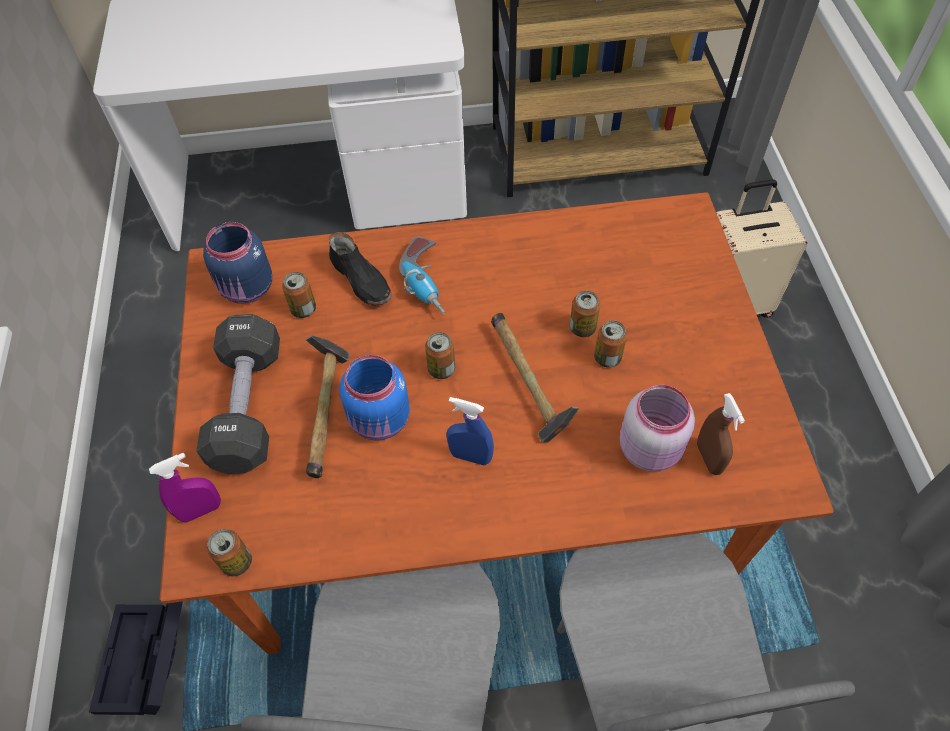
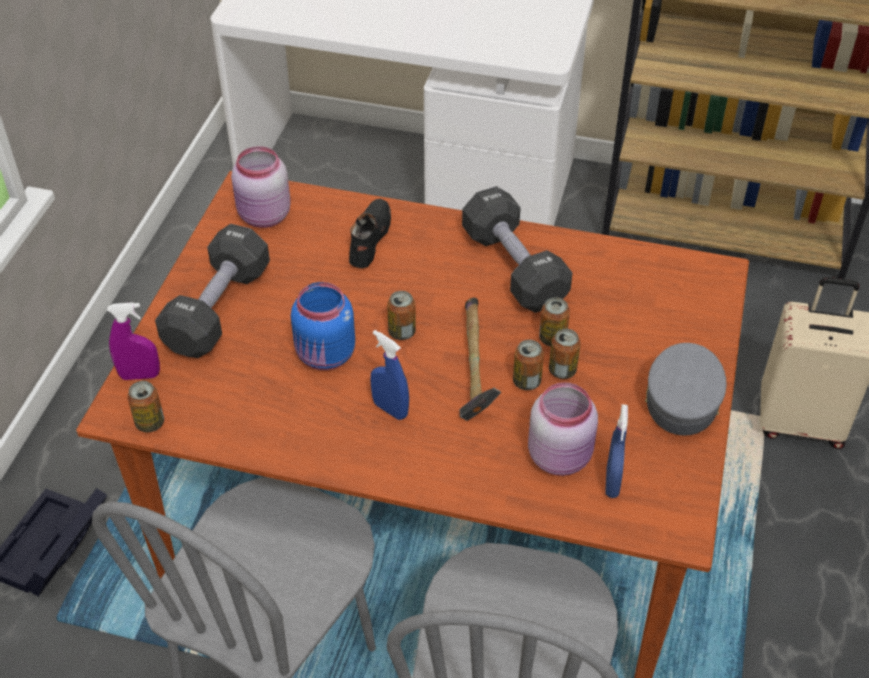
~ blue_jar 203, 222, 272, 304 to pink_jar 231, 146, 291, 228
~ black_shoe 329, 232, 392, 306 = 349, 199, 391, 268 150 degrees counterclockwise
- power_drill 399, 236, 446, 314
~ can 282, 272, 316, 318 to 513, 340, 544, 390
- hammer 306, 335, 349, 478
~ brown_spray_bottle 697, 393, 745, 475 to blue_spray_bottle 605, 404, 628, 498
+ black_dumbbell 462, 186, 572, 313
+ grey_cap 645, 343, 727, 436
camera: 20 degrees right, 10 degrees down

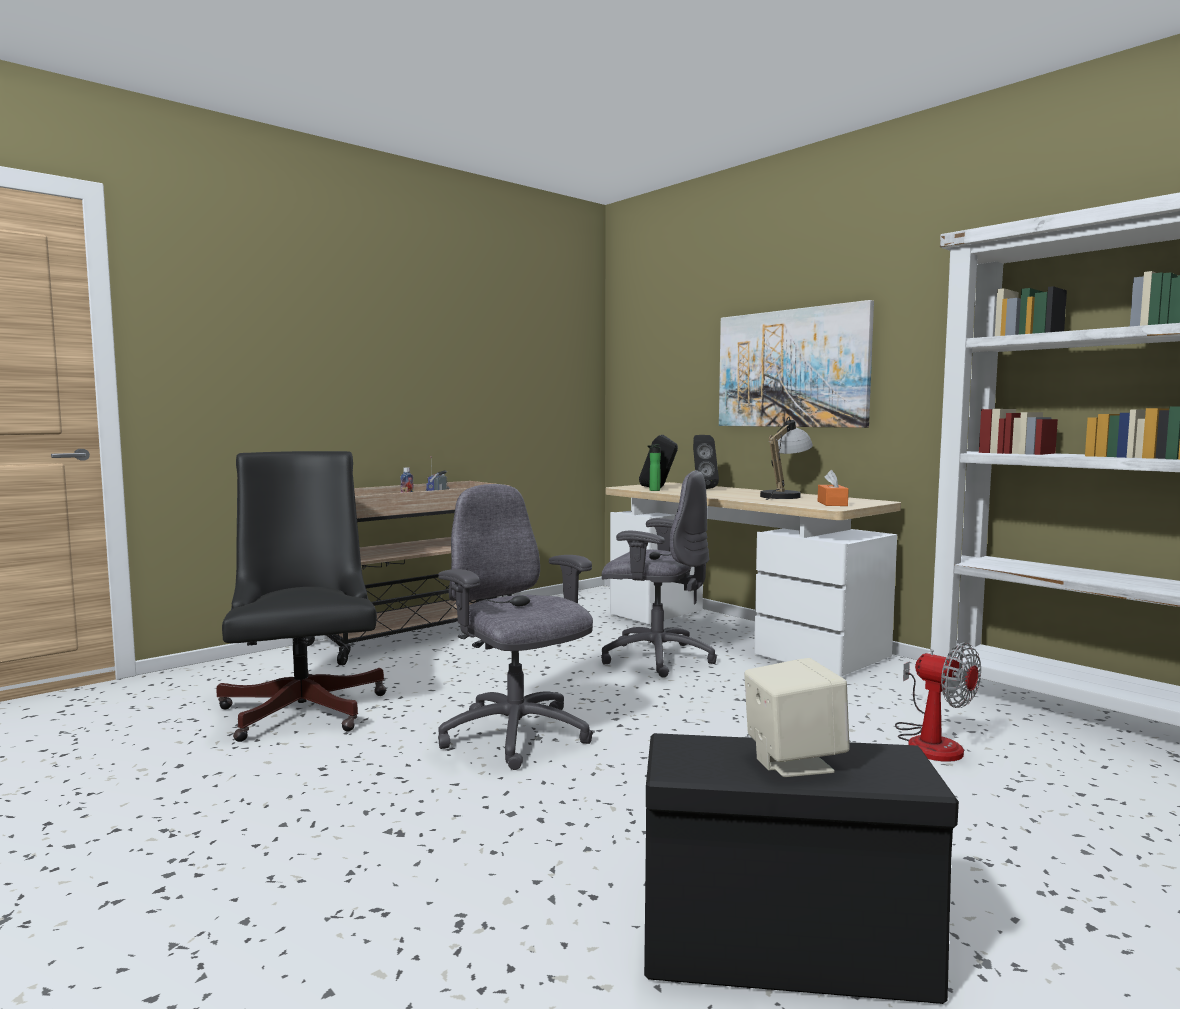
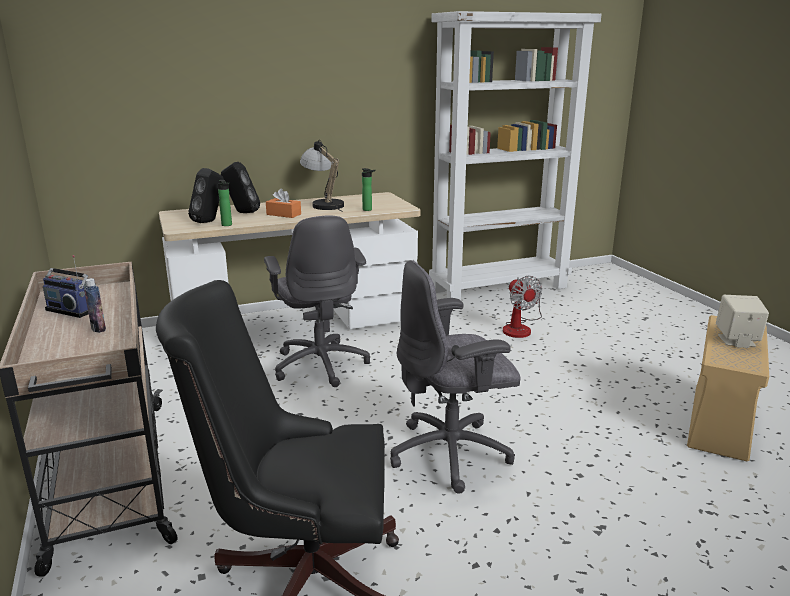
- picture 719, 300, 874, 428
~ grey_office_chair 601, 470, 717, 678 = 264, 215, 370, 387 120 degrees clockwise
~ orange_tissue_box 818, 470, 849, 506 to 266, 188, 301, 218
~ fan 895, 643, 981, 762 = 503, 276, 542, 338 90 degrees clockwise
~ black_storage_box 644, 733, 959, 1004 to beige_storage_box 687, 315, 769, 461
+ bottle 362, 168, 376, 211
camera: 70 degrees left, 15 degrees up

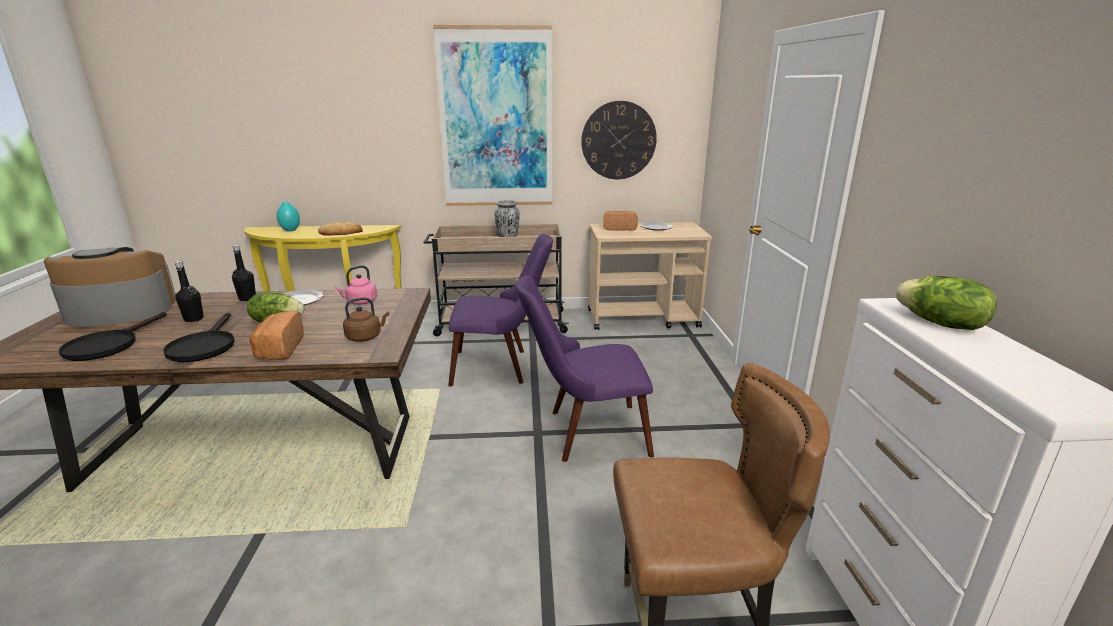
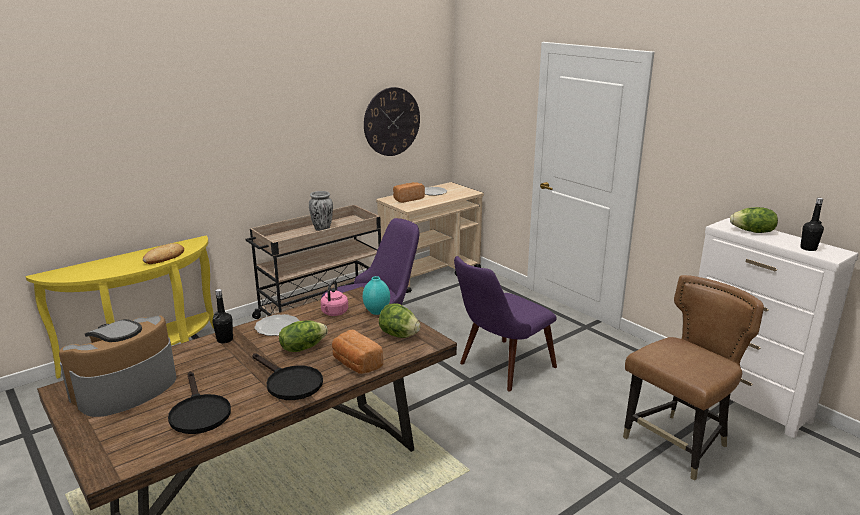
- picture 433, 25, 552, 206
~ turquoise_vase 276, 201, 300, 231 to 363, 276, 390, 315
~ black_bottle 175, 261, 204, 322 to 800, 198, 824, 251
~ brown_kettle 343, 297, 389, 342 to lettuce 379, 303, 421, 338
camera: 35 degrees left, 0 degrees up

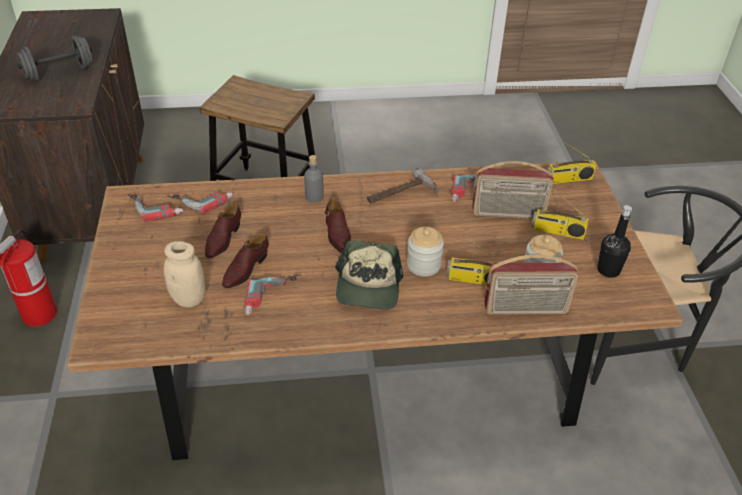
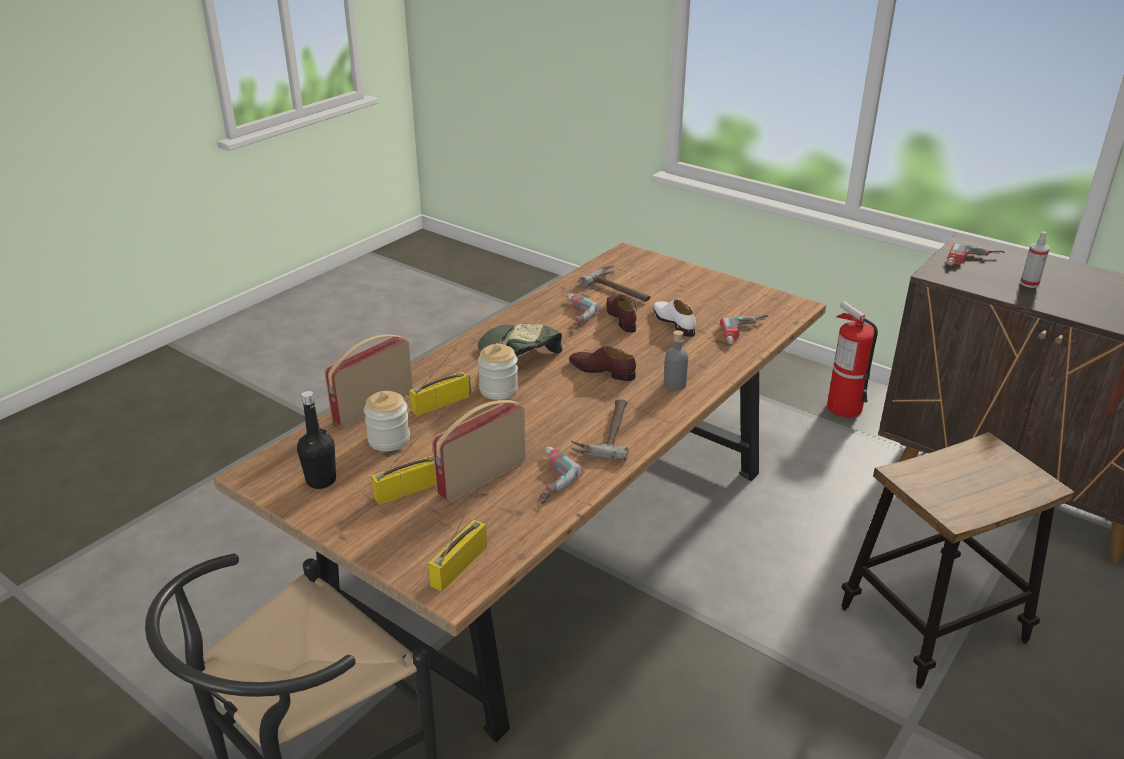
~ grey_dumbbell 17, 36, 93, 81 to spray_bottle 1020, 231, 1050, 288
~ power_drill 128, 193, 184, 222 to 947, 243, 1005, 265
~ brown_shoe 205, 203, 241, 258 to white_shoe 653, 299, 696, 337
~ beige_jar 164, 241, 206, 308 to hammer 579, 266, 651, 302
camera: 135 degrees right, 10 degrees down

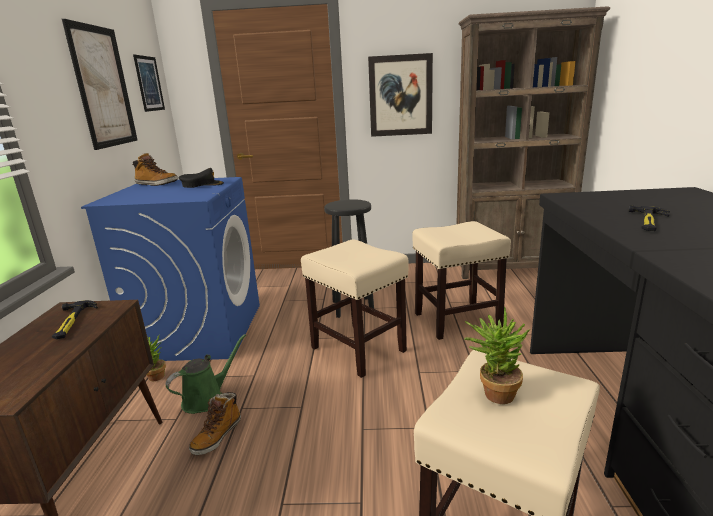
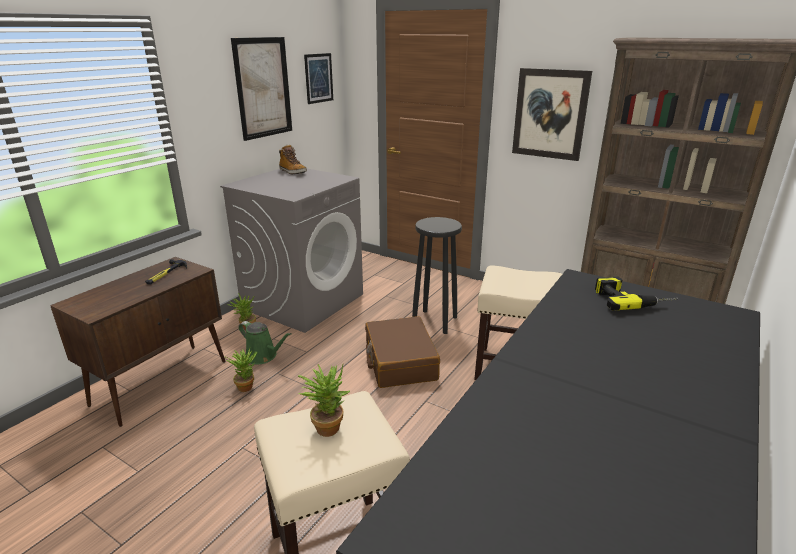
- black_cap 178, 168, 224, 188
~ blue_washing_machine 81, 177, 260, 361 to grey_washing_machine 220, 169, 363, 333
- hammer 629, 205, 670, 231
~ beige_stool 301, 239, 408, 378 to brown_suitcase 365, 316, 440, 388
~ green_watering_can 166, 334, 246, 414 = 238, 321, 292, 365 45 degrees clockwise
~ boot 189, 392, 241, 455 to potted_plant 226, 348, 257, 392
+ power_drill 595, 276, 679, 311
camera: 30 degrees right, 5 degrees up

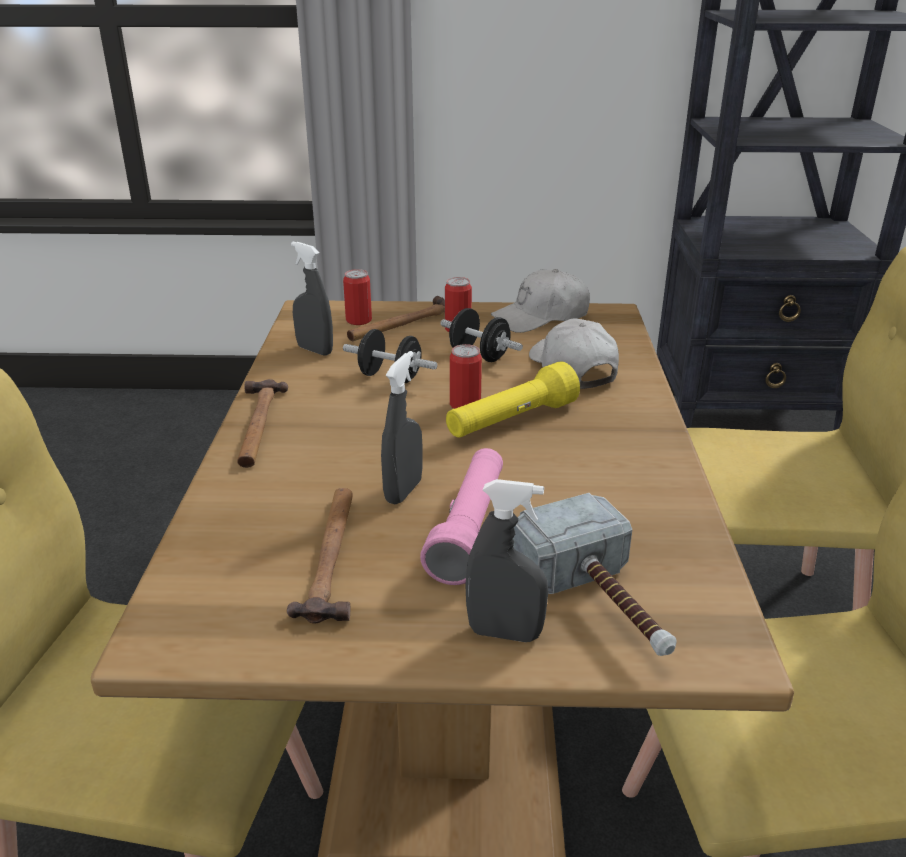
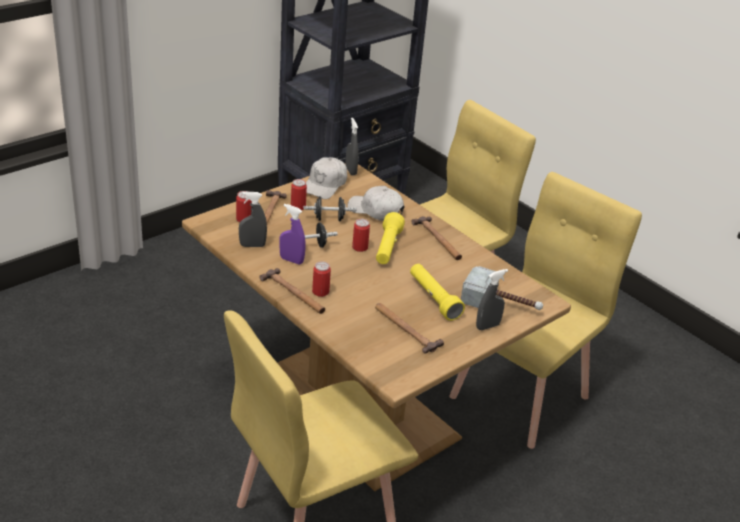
~ grey_spray_bottle 381, 351, 423, 504 to 346, 118, 358, 176
~ pink_flashlight 420, 448, 503, 585 to yellow_flashlight 410, 264, 465, 321
+ purple_spray_bottle 279, 204, 306, 264
+ hammer 412, 216, 462, 260
+ can 312, 262, 331, 297
camera: 45 degrees left, 5 degrees up

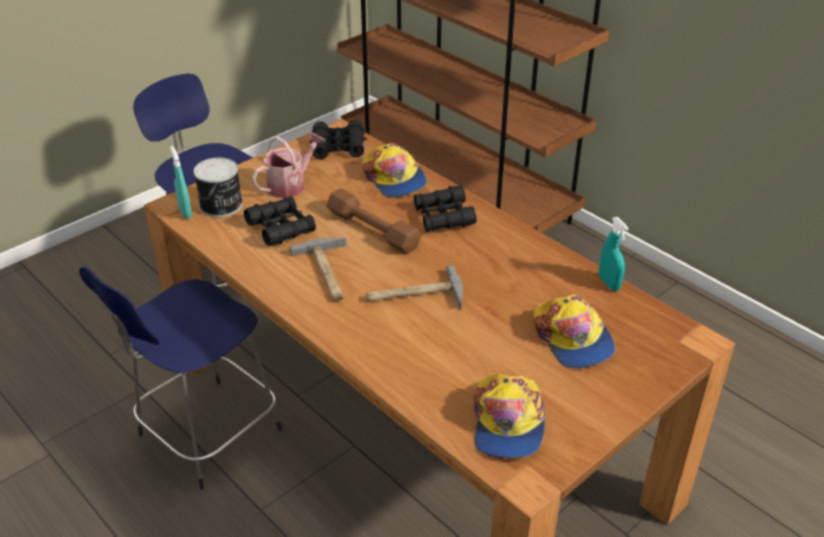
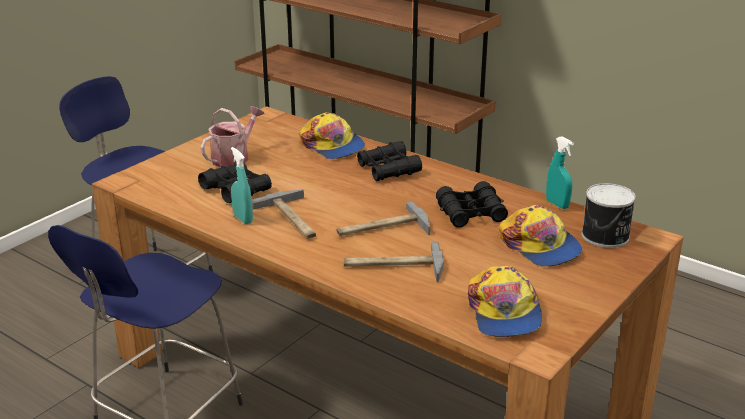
~ black_binoculars 309, 120, 367, 159 to 436, 181, 508, 228
~ turquoise_spray_bottle 170, 146, 192, 219 to 231, 147, 253, 224
~ can 194, 157, 243, 217 to 582, 183, 636, 248
- brown_dumbbell 326, 188, 422, 254
+ hammer 343, 242, 444, 282
camera: 10 degrees left, 10 degrees down

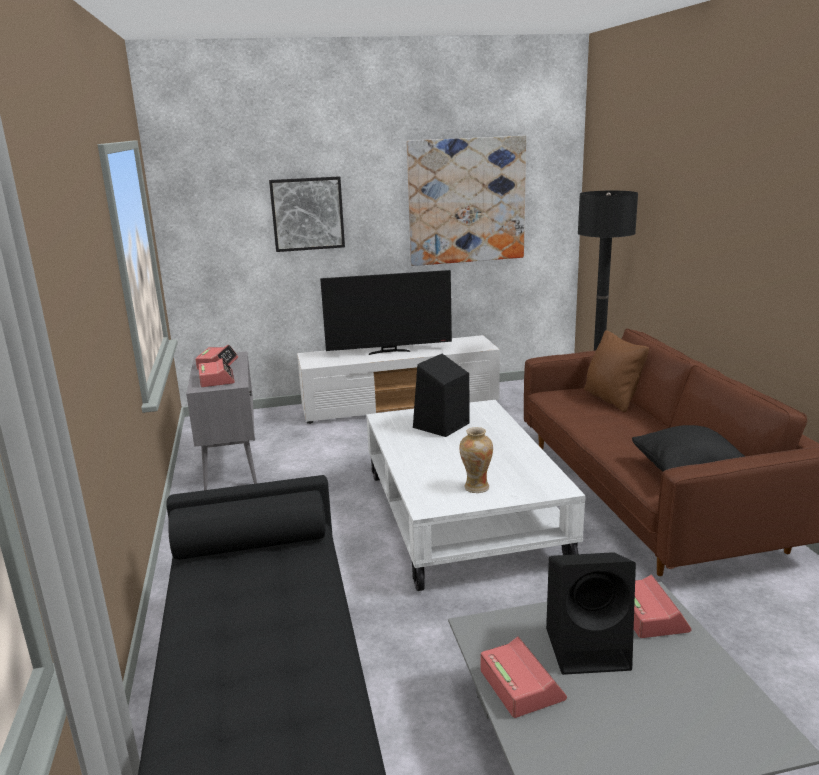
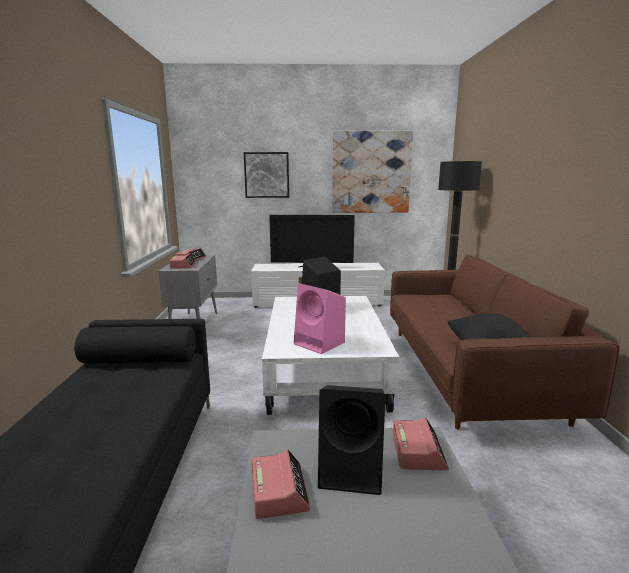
- brown_pillow 584, 330, 649, 412
~ vase 459, 427, 493, 493 to pink_speaker 294, 283, 346, 354
camera: 10 degrees right, 5 degrees down

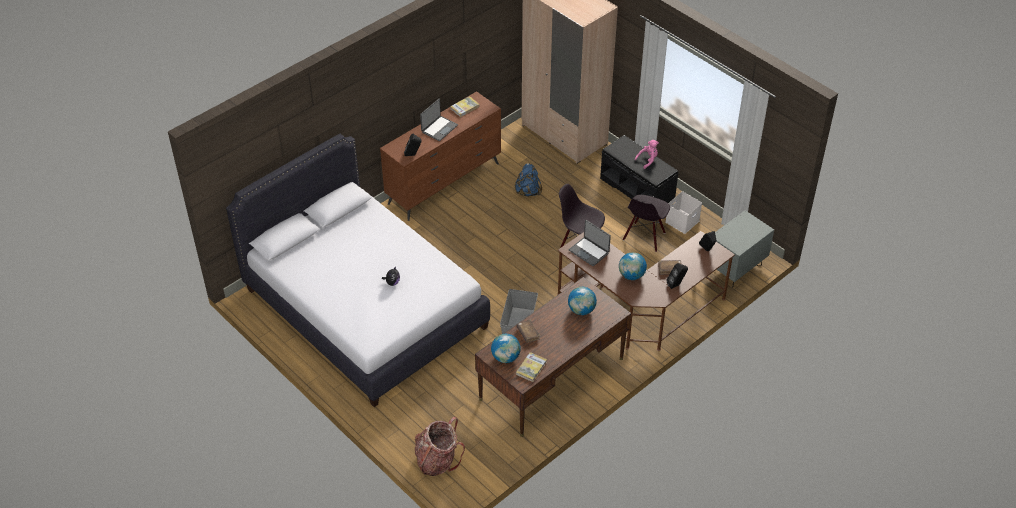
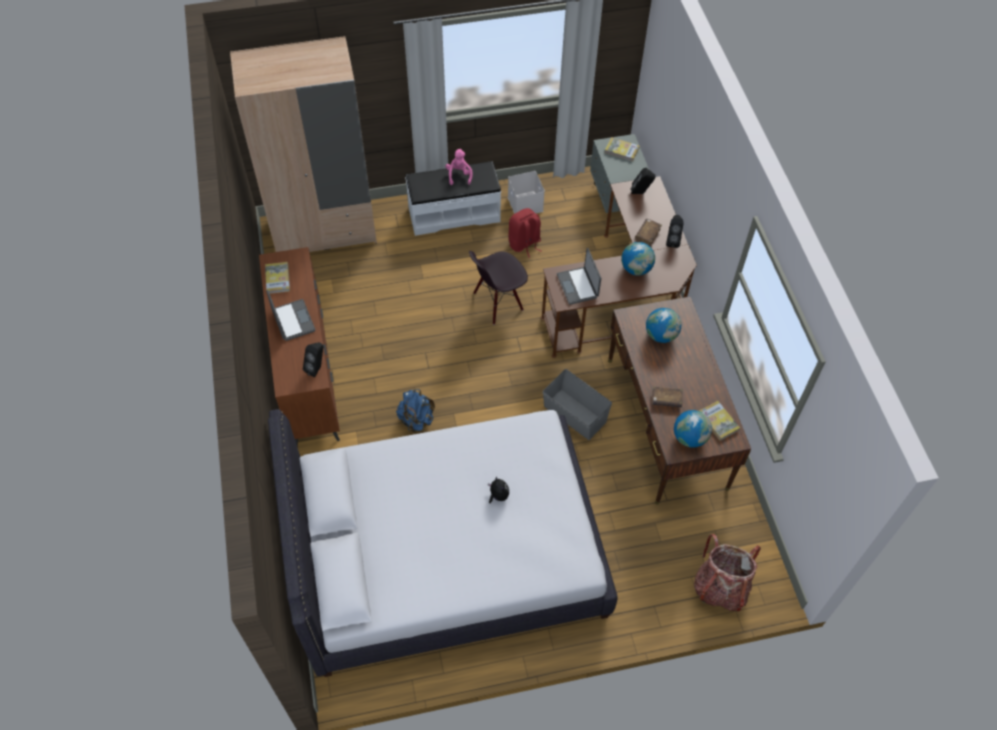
~ black_bench 600, 135, 678, 203 to white_bench 405, 161, 501, 236
~ blue_backpack 515, 163, 542, 197 to 396, 389, 435, 432
~ black_chair 623, 195, 670, 252 to red_backpack 508, 208, 541, 258
~ laptop 569, 220, 611, 266 = 557, 248, 601, 305 90 degrees clockwise
+ book 605, 137, 640, 161
camera: 60 degrees left, 10 degrees up

